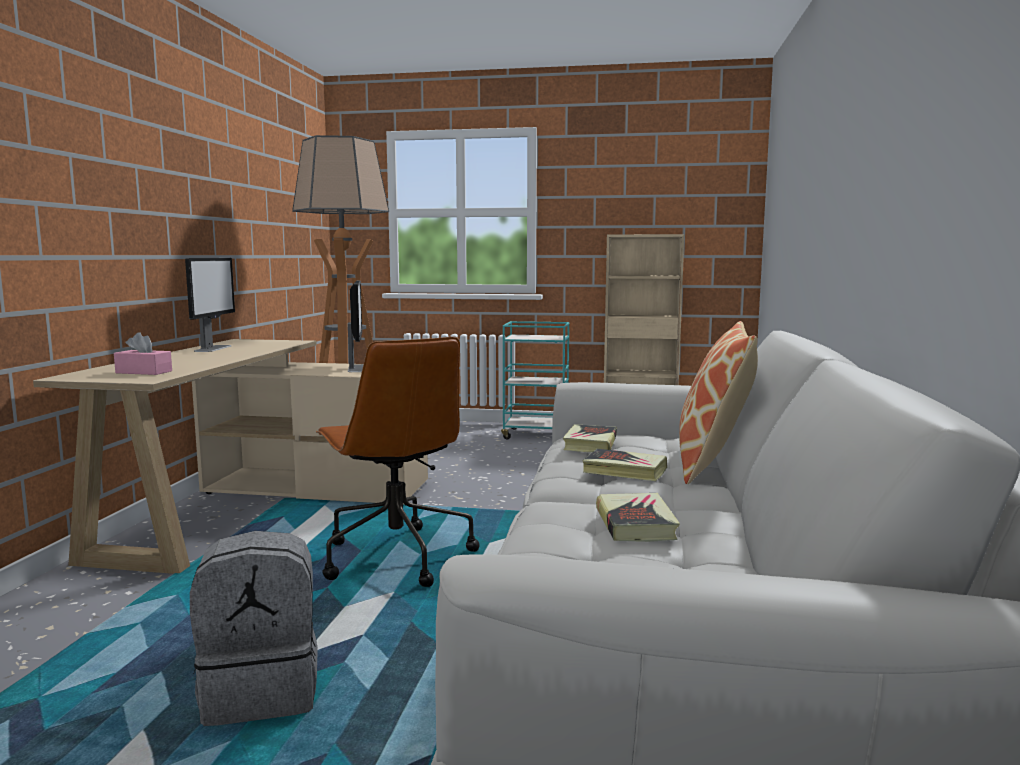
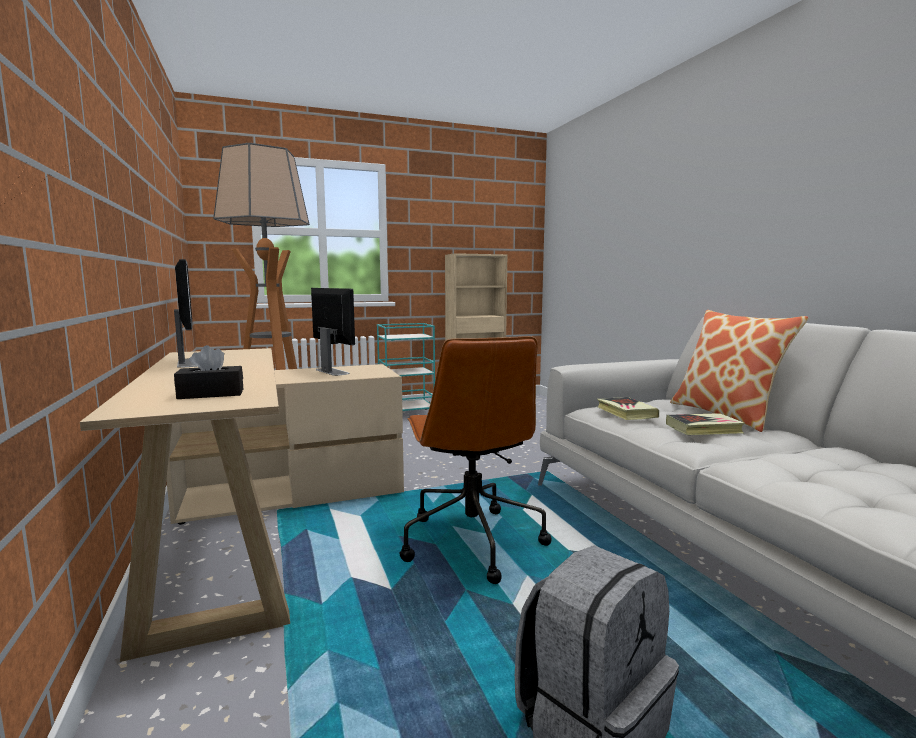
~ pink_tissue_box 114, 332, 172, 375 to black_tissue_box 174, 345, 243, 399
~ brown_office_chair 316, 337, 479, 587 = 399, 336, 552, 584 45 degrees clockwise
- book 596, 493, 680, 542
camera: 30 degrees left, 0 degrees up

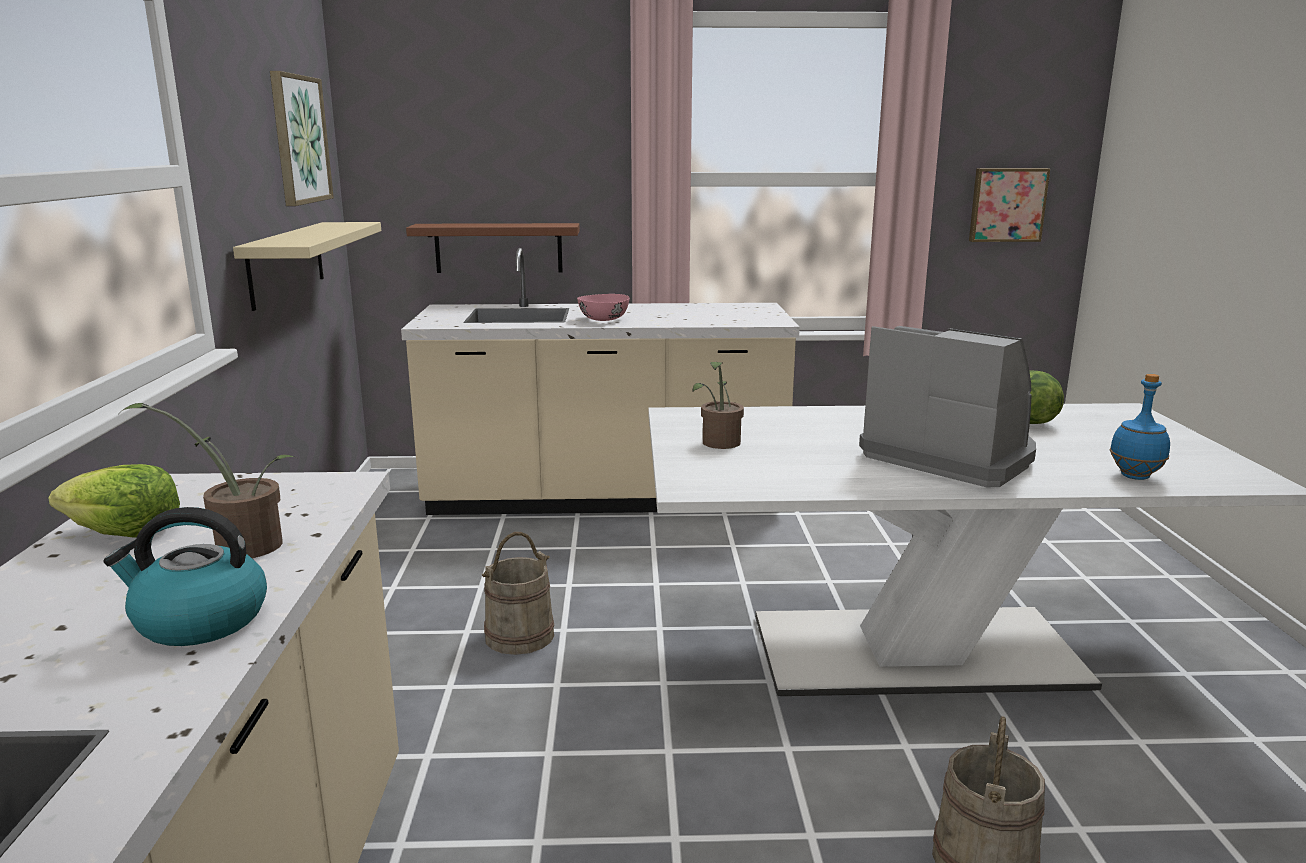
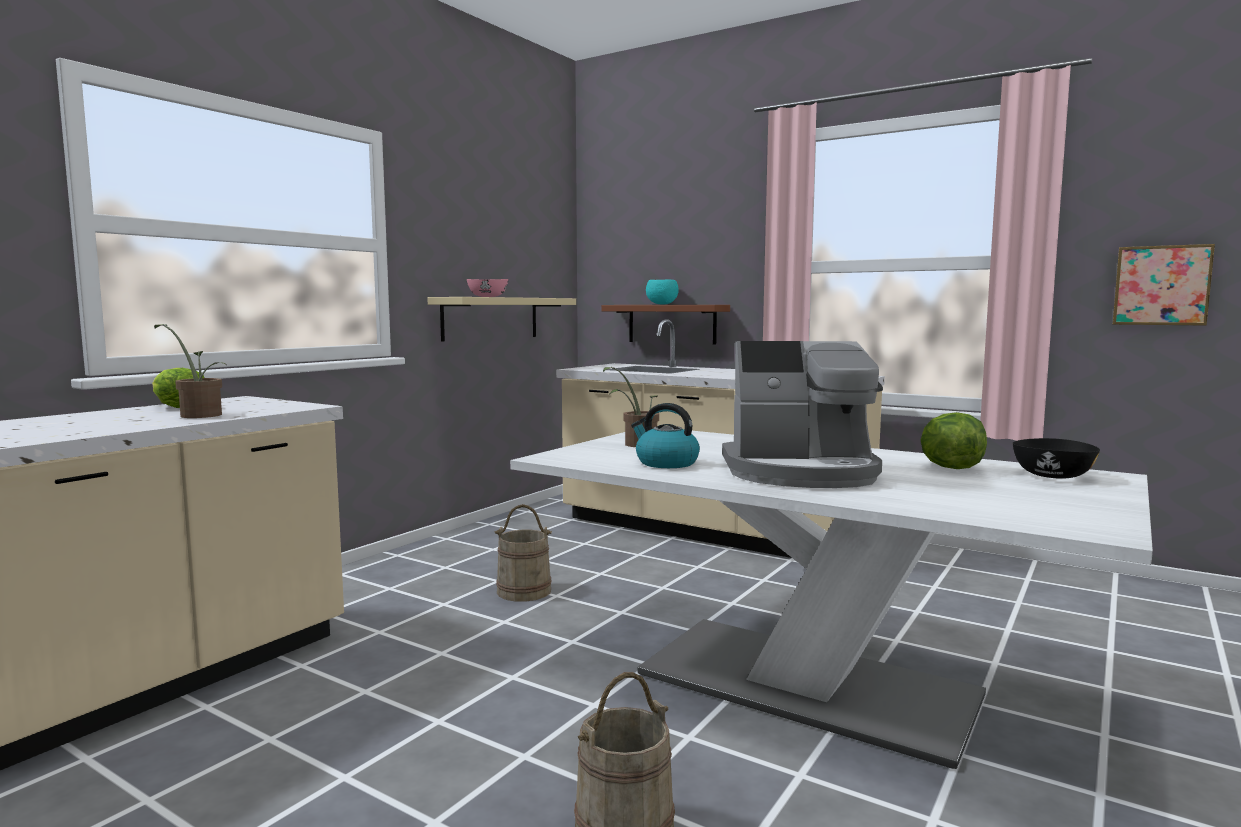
- picture 270, 71, 334, 206
~ pink_bowl 577, 294, 630, 321 to 467, 279, 508, 297
~ coffee_machine 859, 326, 1036, 487 = 722, 341, 883, 488 105 degrees clockwise
- blue_bottle 1110, 374, 1170, 480
~ kettle 103, 507, 267, 646 to 631, 403, 700, 468
+ turquoise_bowl 646, 280, 679, 305
+ black_bowl 1013, 438, 1100, 479
camera: 35 degrees right, 10 degrees down

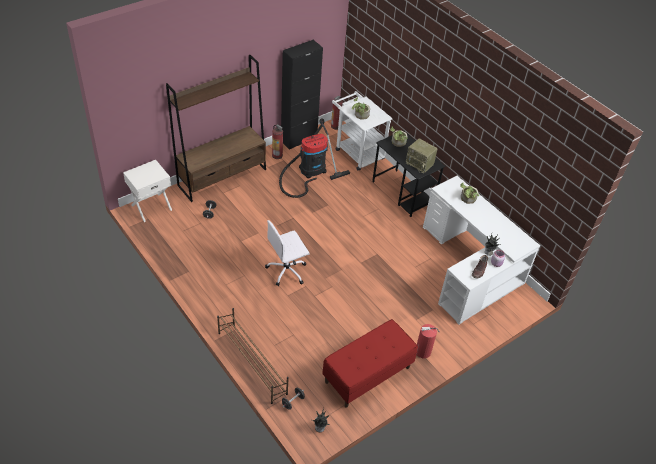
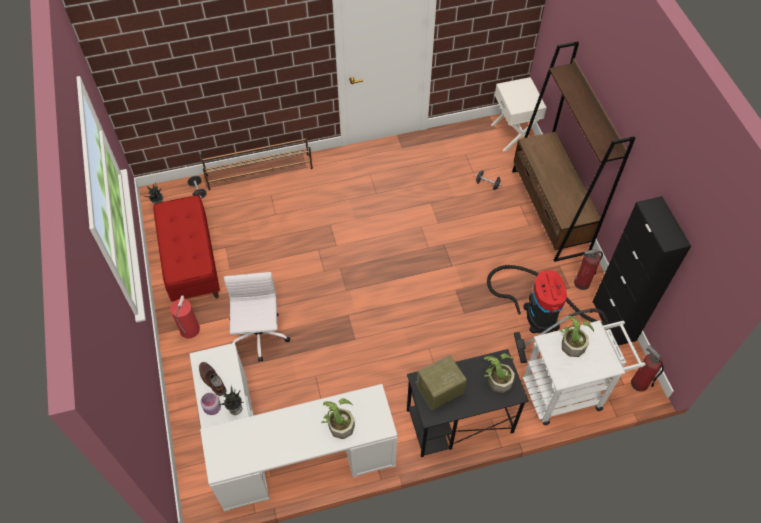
~ white_office_chair 265, 220, 310, 286 to 224, 272, 290, 361
camera: 115 degrees right, 10 degrees up

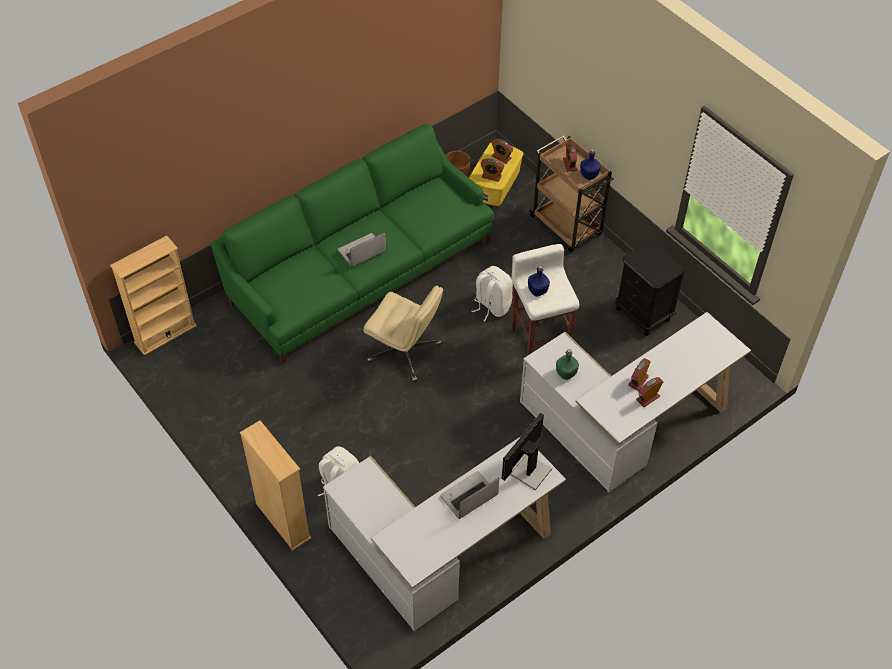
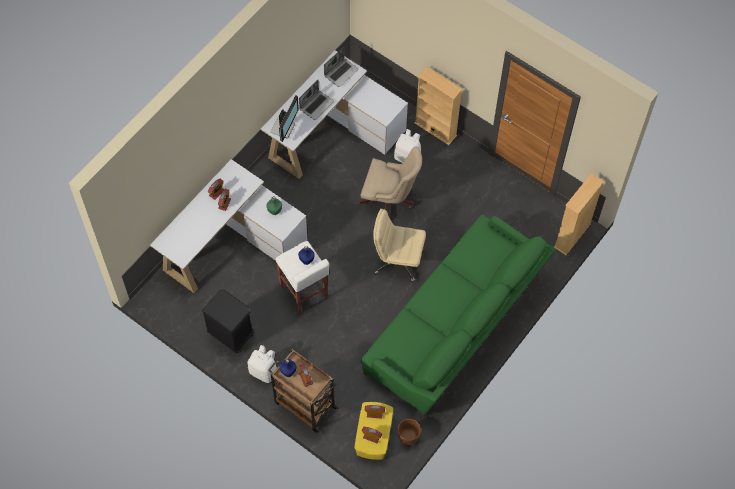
~ laptop 338, 233, 386, 267 to 324, 47, 359, 87
~ white_backpack 471, 266, 513, 322 to 247, 345, 278, 383
+ beige_office_chair 358, 147, 422, 211
camera: 165 degrees right, 10 degrees up

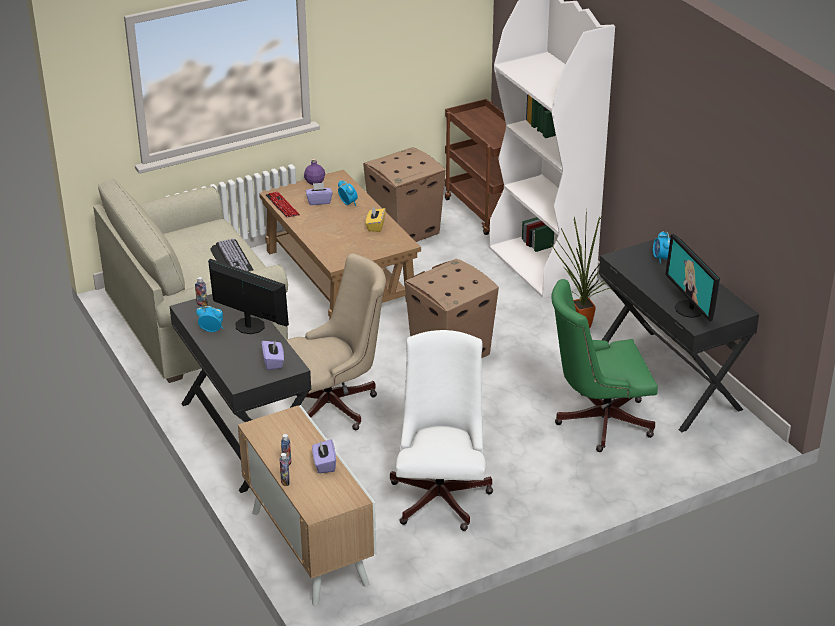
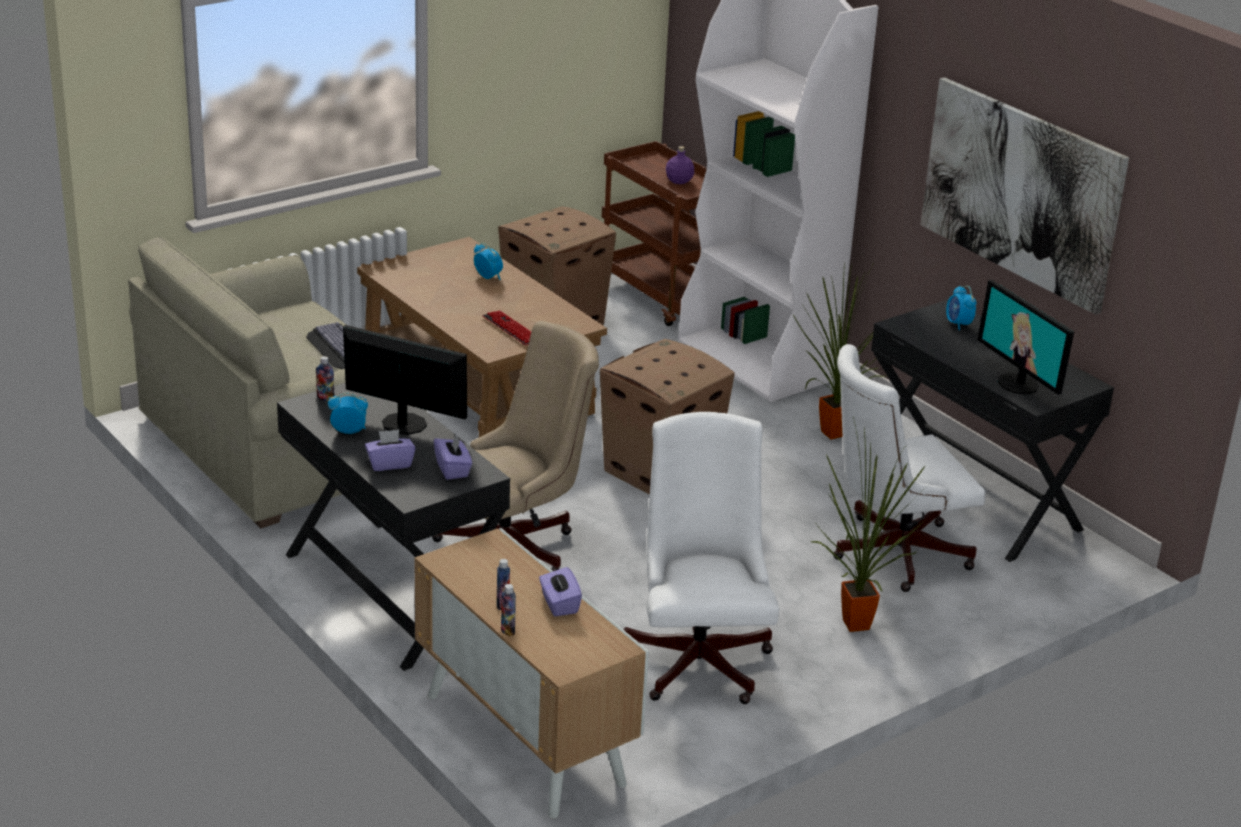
~ purple_bottle 304, 158, 325, 185 to 666, 146, 694, 184
~ purple_tissue_box 306, 183, 333, 205 to 365, 430, 415, 471
~ keyboard 265, 192, 300, 218 to 482, 310, 531, 345
- yellow_tissue_box 366, 207, 386, 232
~ green_office_chair 551, 279, 658, 452 to white_office_chair 833, 344, 986, 592
+ picture 921, 77, 1129, 315
+ potted_plant 811, 417, 926, 632
camera: 10 degrees left, 5 degrees down

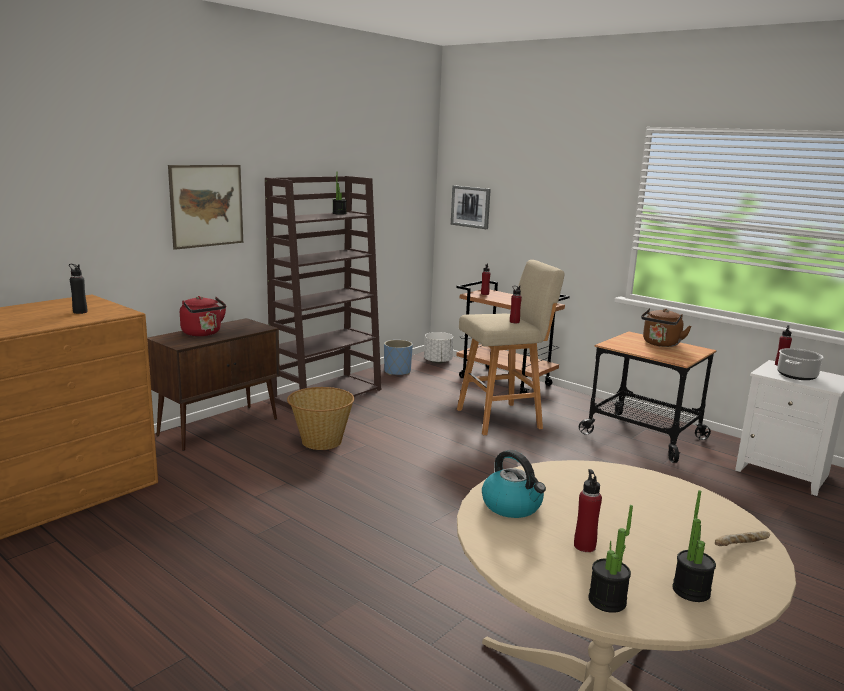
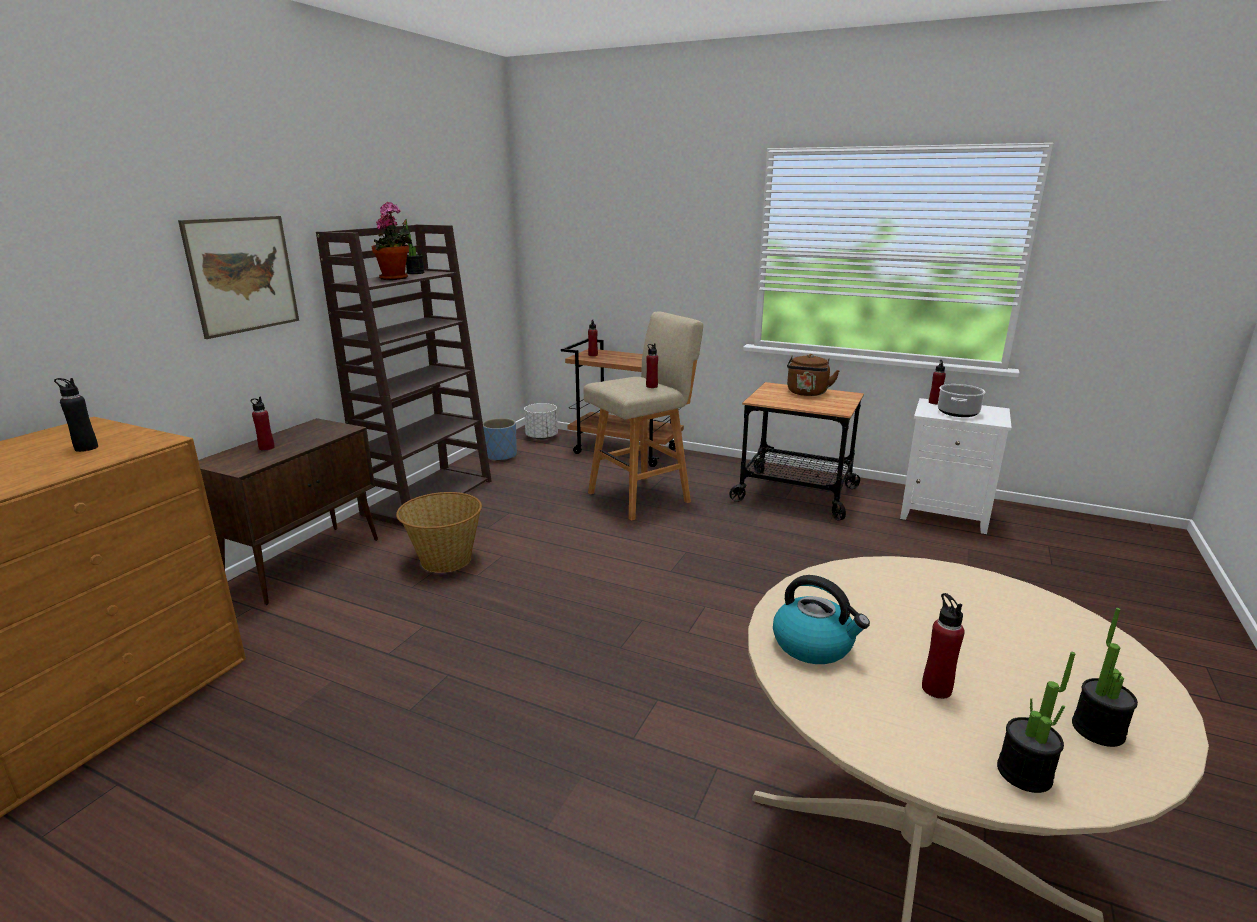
- picture 451, 185, 491, 229
~ red_kettle 180, 296, 226, 336 to red_bottle 250, 397, 275, 450
- bread 715, 531, 770, 546
+ potted_plant 371, 202, 412, 280
camera: 15 degrees left, 5 degrees up

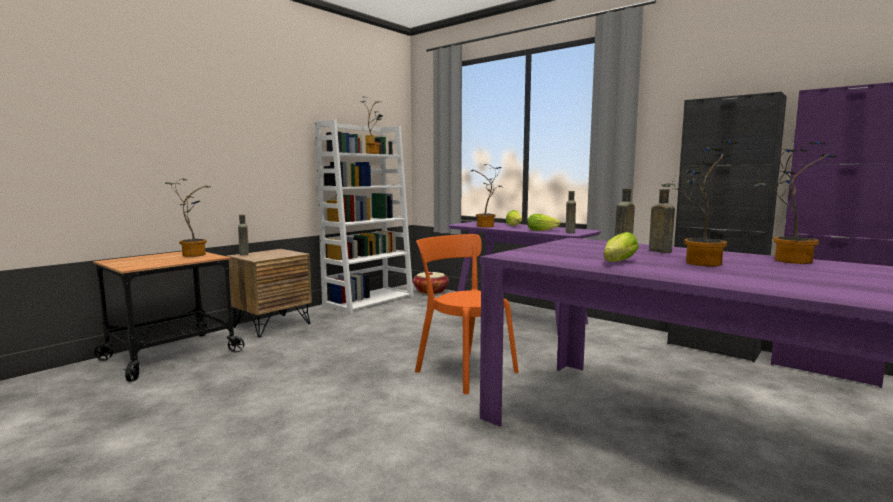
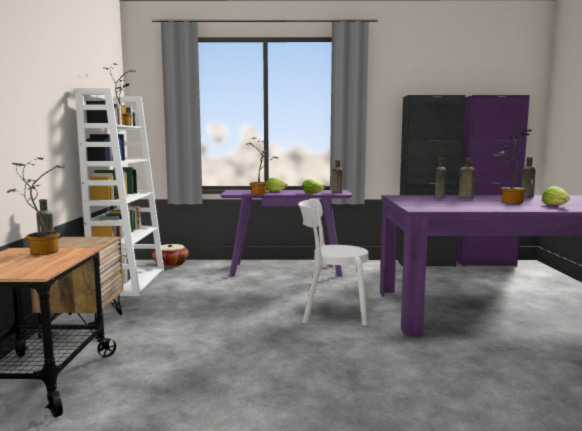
~ potted_plant 754, 142, 837, 264 to brown_bottle 521, 157, 536, 198
~ lettuce 603, 232, 639, 262 to 542, 186, 570, 205
~ orange_chair 415, 234, 519, 394 to white_chair 298, 199, 368, 326
camera: 40 degrees left, 0 degrees up

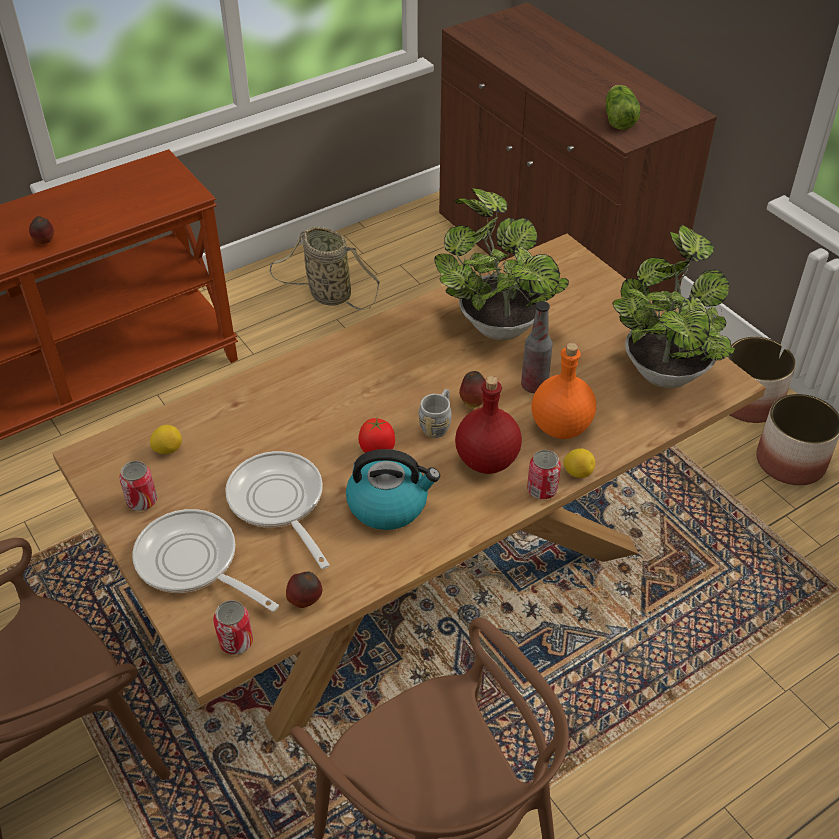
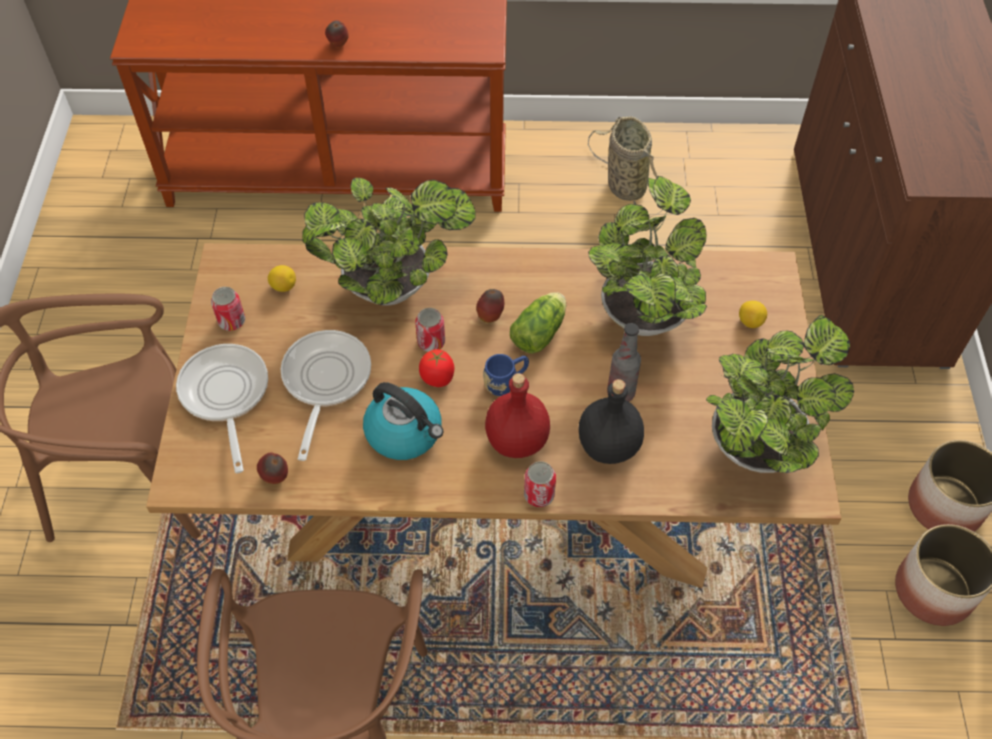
~ lettuce 606, 85, 641, 130 to 510, 292, 566, 354
~ orange_bottle 532, 342, 596, 439 to black_bottle 578, 379, 644, 464
~ apple 459, 371, 486, 408 to 476, 289, 504, 323
~ grey_mug 418, 389, 452, 438 to blue_mug 483, 354, 529, 396
~ lemon 563, 448, 595, 478 to 739, 301, 767, 328
~ can 213, 600, 253, 655 to 415, 308, 445, 352
+ potted_plant 302, 178, 475, 306
camera: 35 degrees right, 10 degrees up

